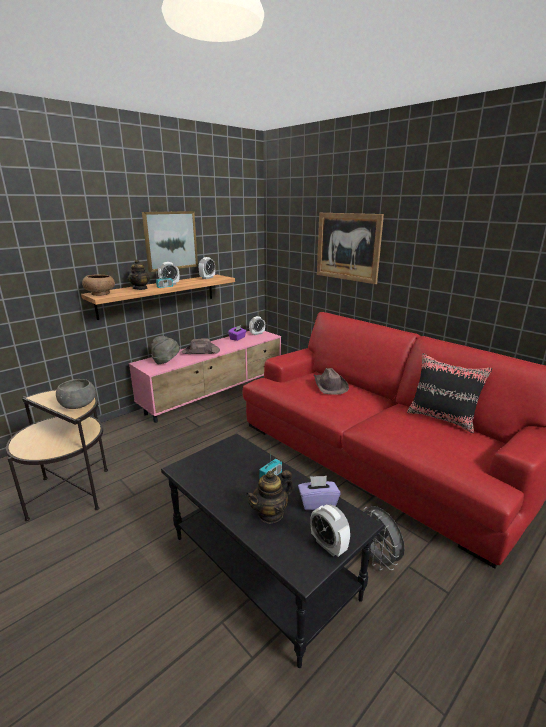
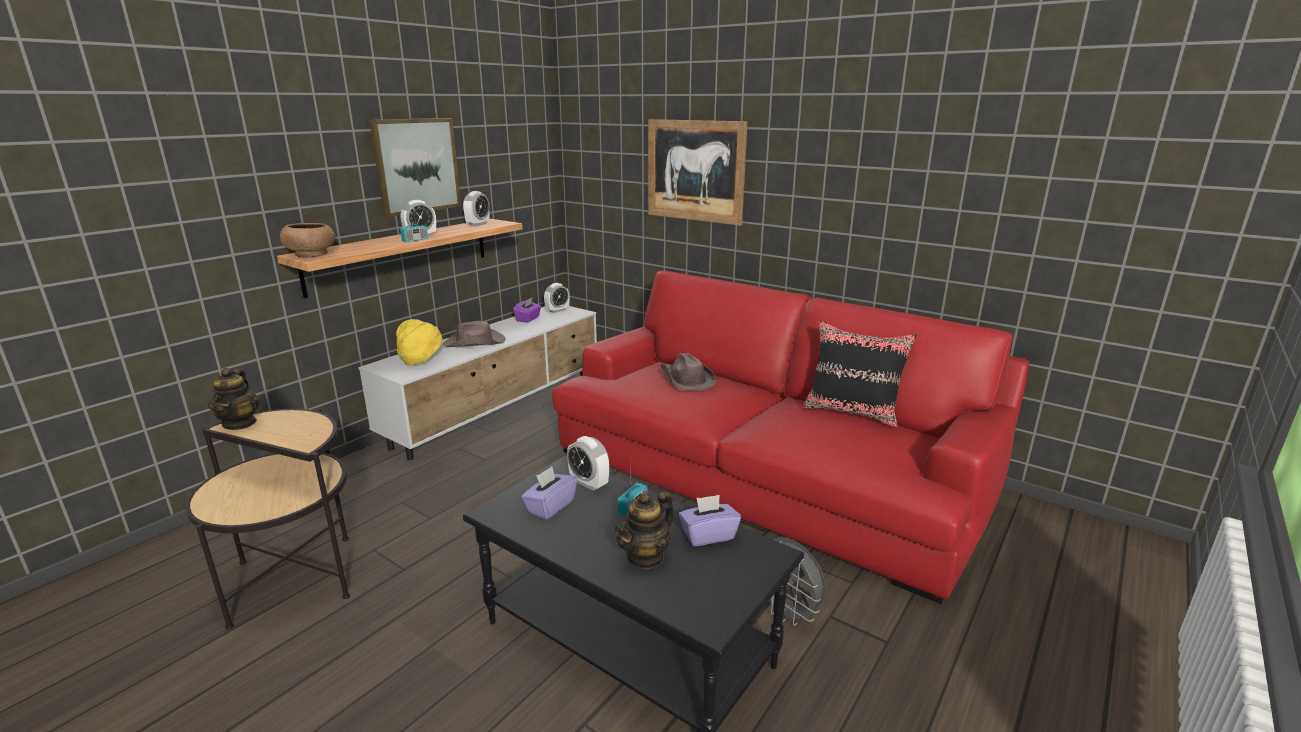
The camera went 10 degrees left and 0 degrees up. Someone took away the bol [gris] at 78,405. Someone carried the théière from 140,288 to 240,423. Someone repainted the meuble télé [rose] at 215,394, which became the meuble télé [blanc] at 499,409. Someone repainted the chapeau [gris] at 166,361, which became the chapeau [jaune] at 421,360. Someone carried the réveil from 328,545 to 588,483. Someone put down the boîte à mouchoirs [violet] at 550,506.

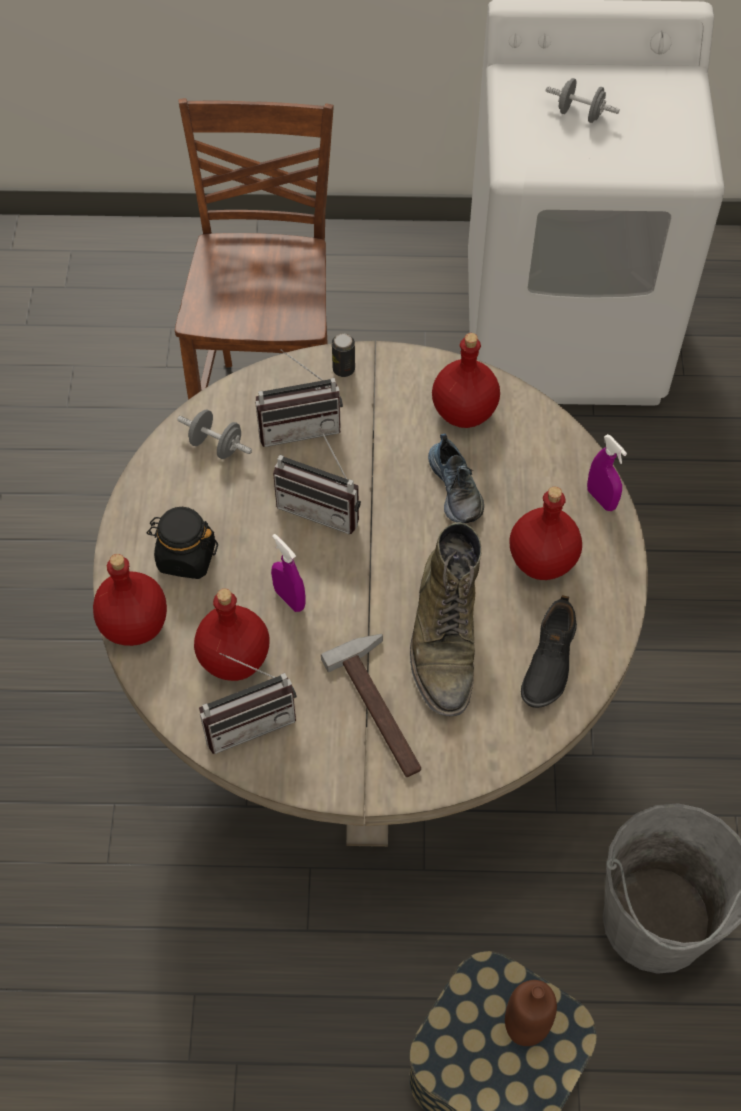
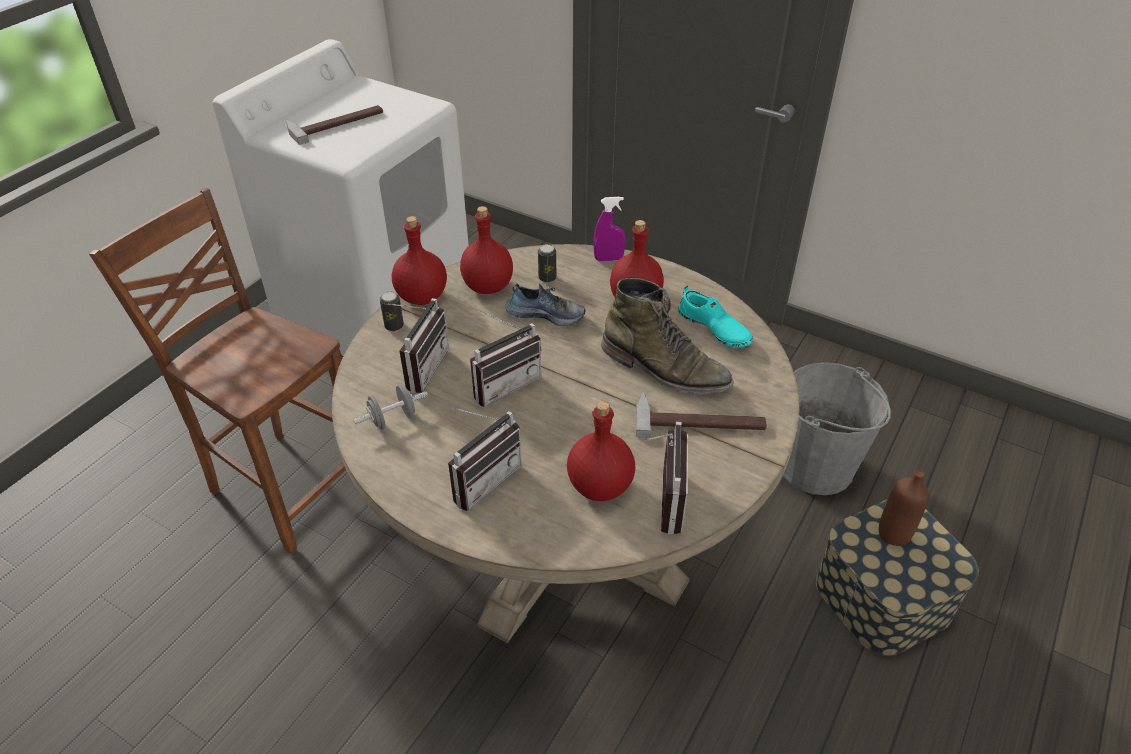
The camera went 60 degrees left and 15 degrees down. Someone carried the bouteille [rouge] from 136,625 to 422,296. Someone swapped the bocal [noir] at 186,557 for the radio at 482,479. Someone took away the vaporisateur [violet] at 289,599. Someone repainted the chaussure [noir] at 548,661, which became the chaussure [turquoise] at 714,329. Someone swapped the haltère [gris] at 580,114 for the marteau at 336,123. Someone put down the boîte métallique at 547,277.

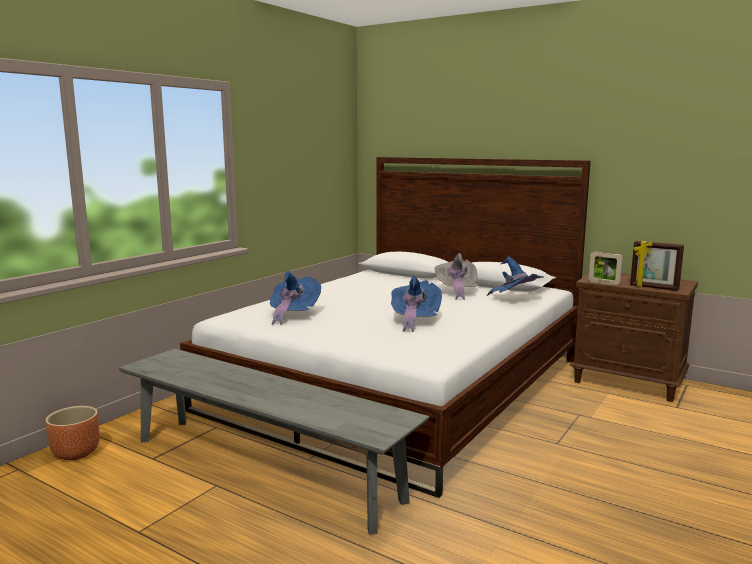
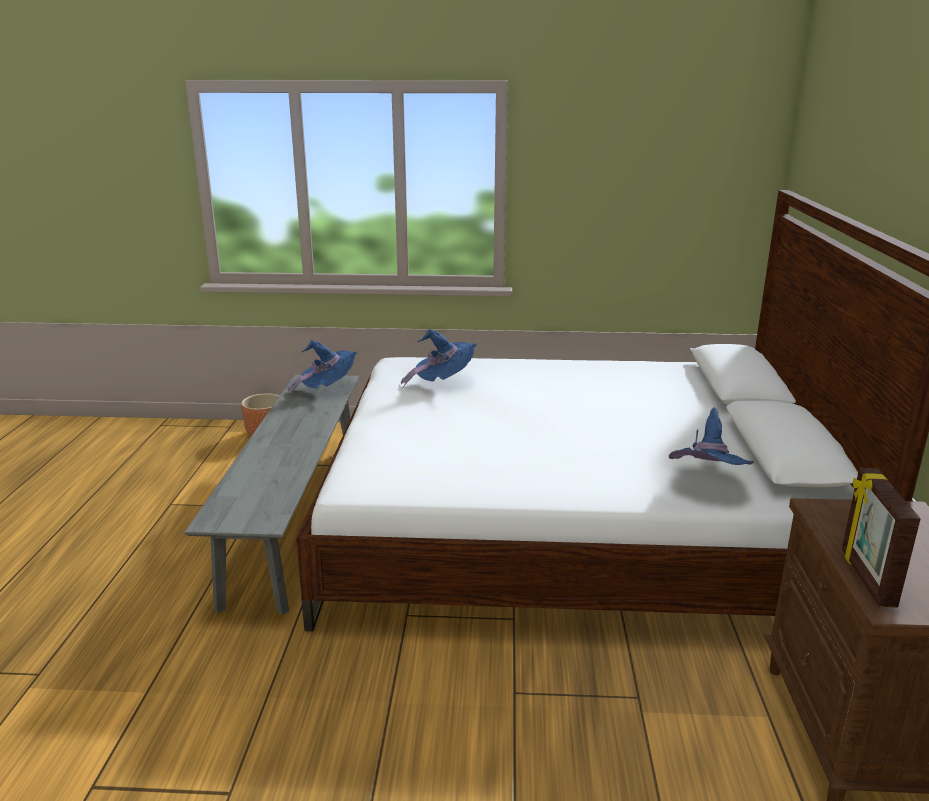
The camera went 60 degrees right and 10 degrees up. Someone carried the chapeau [bleu] from 414,321 to 328,389. Someone took away the chapeau [gris] at 456,292. Someone took away the cadre photo at 604,283.

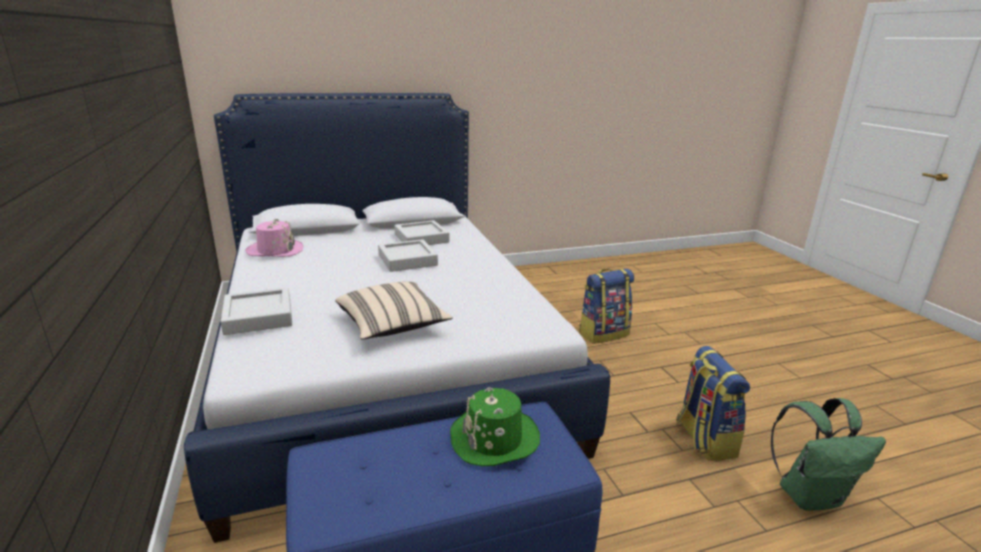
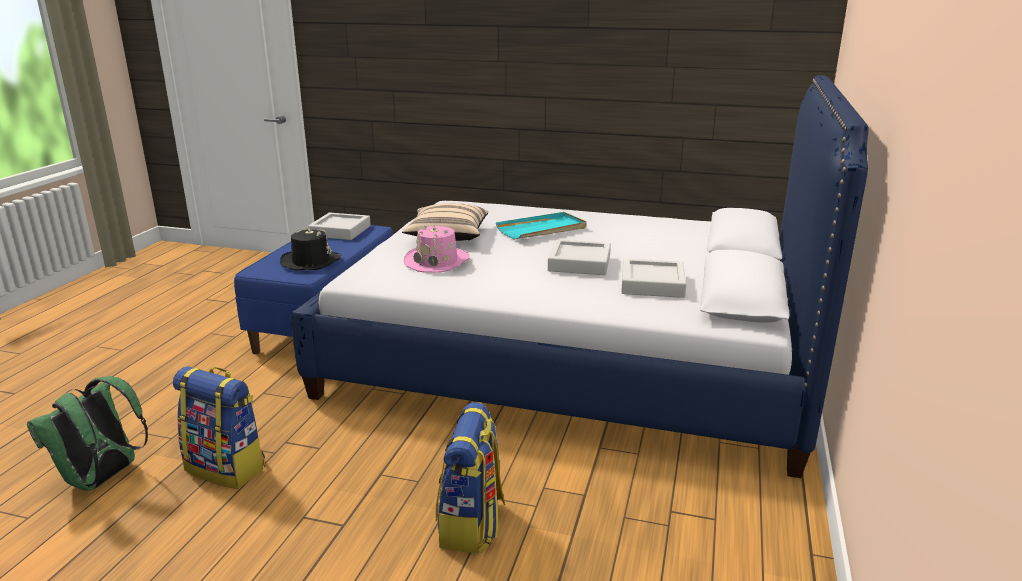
The camera went 125 degrees right and 0 degrees up. Someone carried the plateau [gris] from 258,316 to 340,231. Someone carried the chapeau [rose] from 275,250 to 437,262. Someone repainted the chapeau [vert] at 494,439, which became the chapeau [noir] at 310,262. Someone put down the plateau [turquoise] at 542,229.

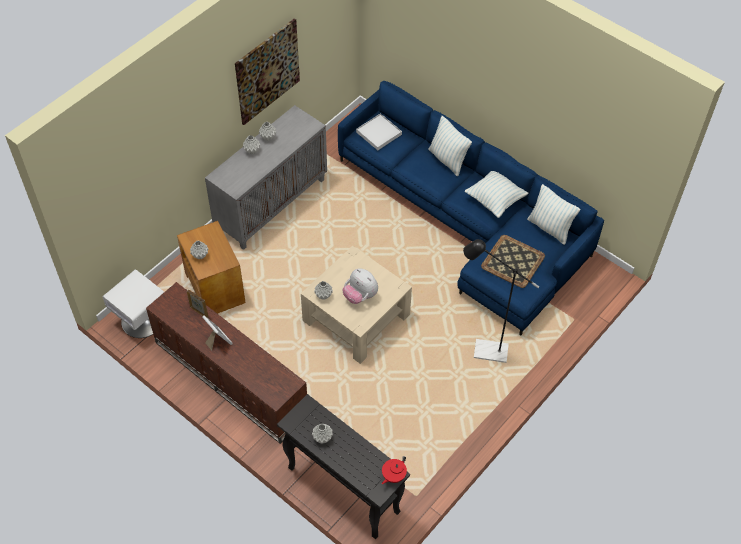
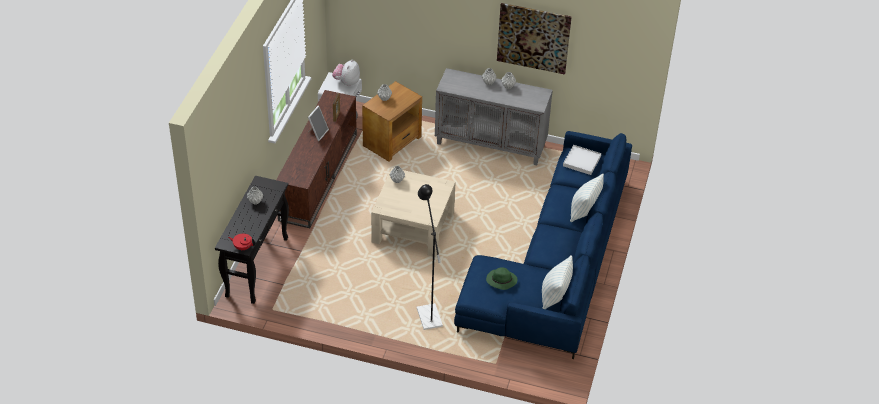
The camera went 65 degrees right and 10 degrees down. Someone carried the peluche from 360,296 to 347,82. Someone took away the coussin at 495,200. Someone swapped the plateau at 513,262 for the chapeau [vert] at 501,281.

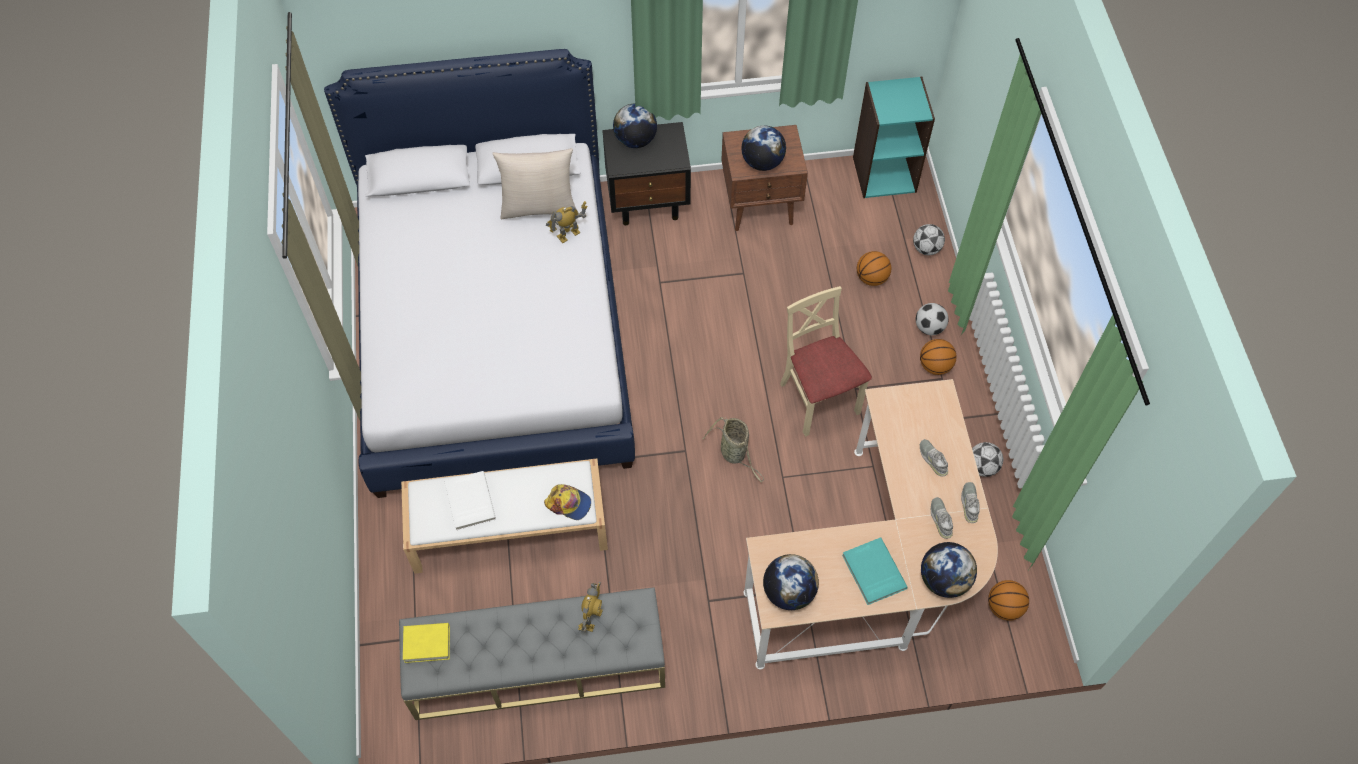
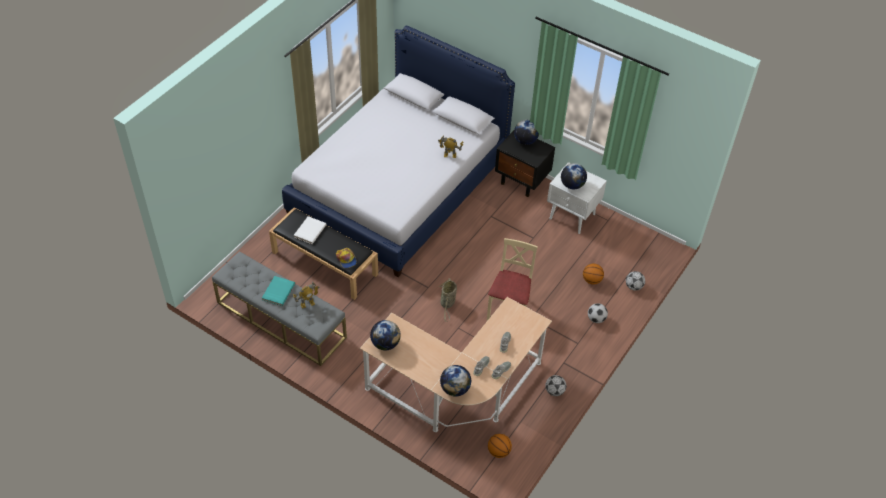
The camera went 40 degrees right and 10 degrees down. Someone repainted the banc [blanc] at 510,527, which became the banc [noir] at 325,263. Someone took away the livre [jaune] at 427,644. Someone took away the coussin [beige] at 539,207. Someone repainted the table de chevet [marron] at 761,206, which became the table de chevet [blanc] at 572,217. Someone carried the livre [turquoise] from 872,572 to 278,291. Someone took away the bibliothèque [turquoise] at 884,174. Someone took away the ballon de basket at 935,366.

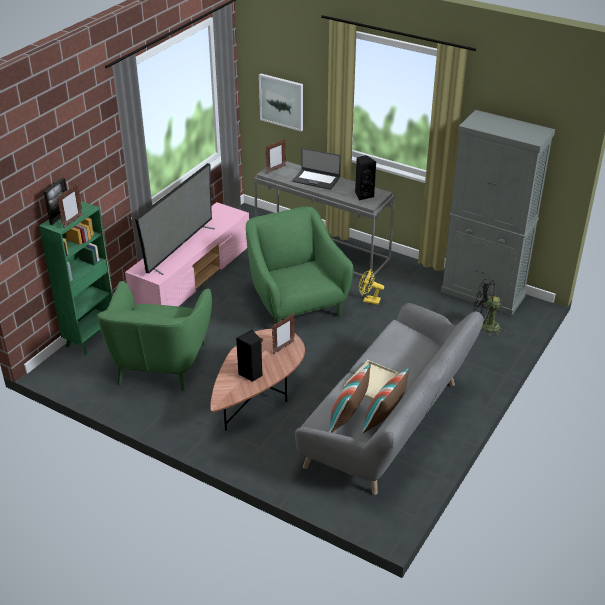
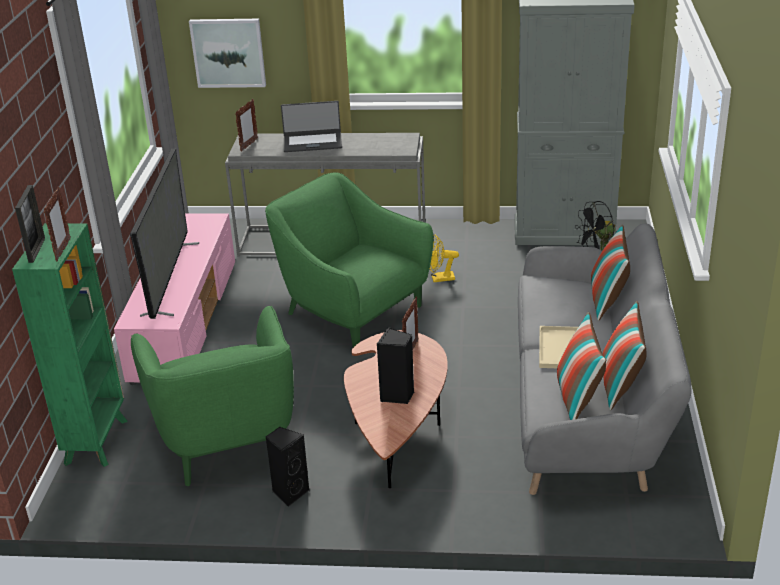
The camera went 25 degrees left and 5 degrees down. Someone carried the enceinte [noir] from 363,195 to 289,492. Someone put down the coussin at 608,301.

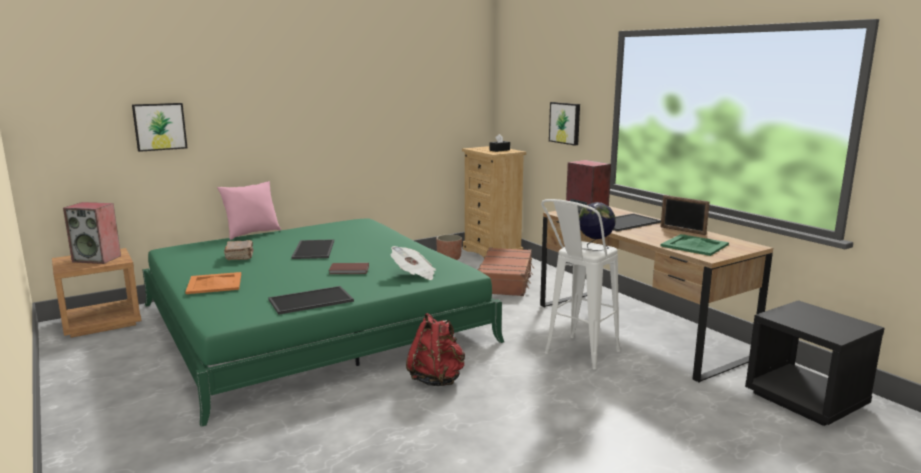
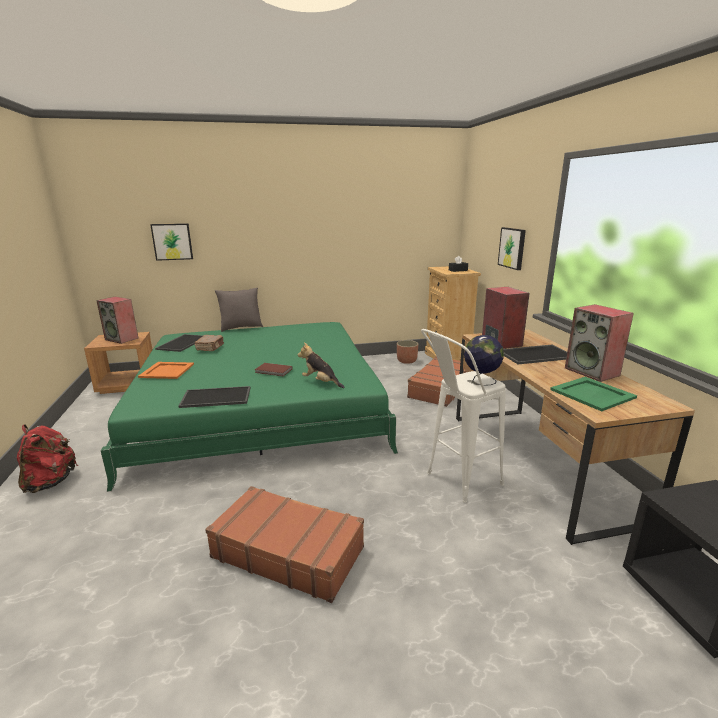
The camera went 20 degrees right and 5 degrees up. Someone repainted the coussin [rose] at 252,233, which became the coussin [gris] at 241,328. Someone carried the plateau from 312,249 to 182,343. Someone swapped the journal at 414,275 for the peluche at 321,382. Someone carried the sac à dos [rouge] from 437,379 to 50,482. Someone swapped the cadre photo at 682,231 for the enceinte at 592,372. Someone put down the valise [marron] at 288,551.

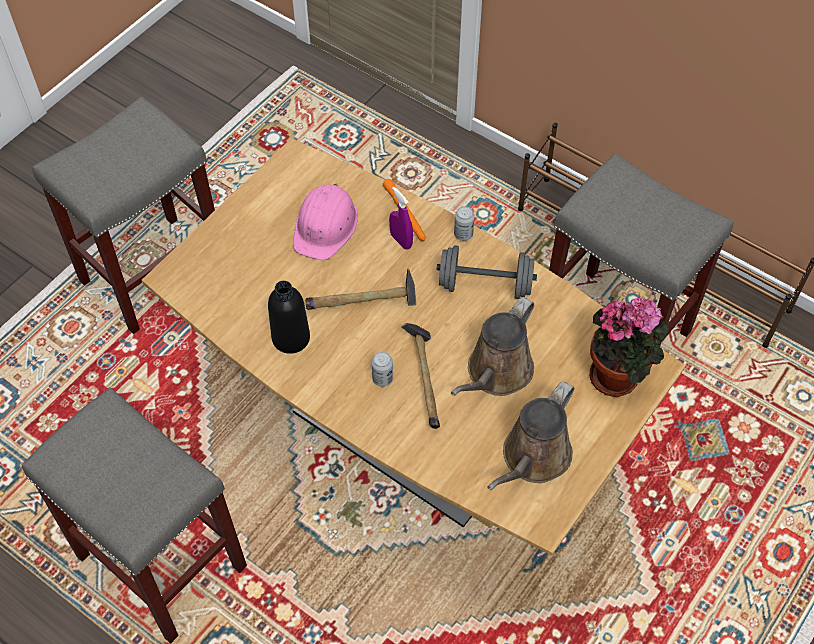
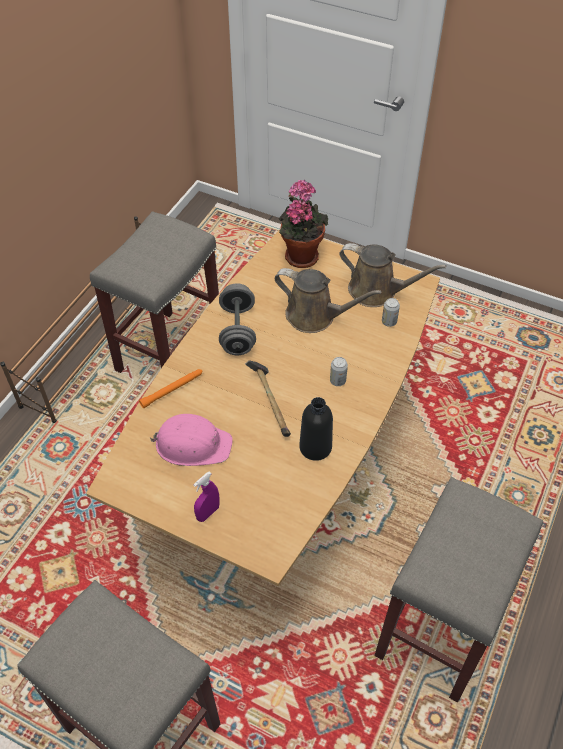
The camera went 100 degrees left and 5 degrees down. Someone carried the vaporisateur [violet] from 401,241 to 208,513. Someone took away the marteau at 425,380. Someone carried the boîte métallique from 463,234 to 389,322.

